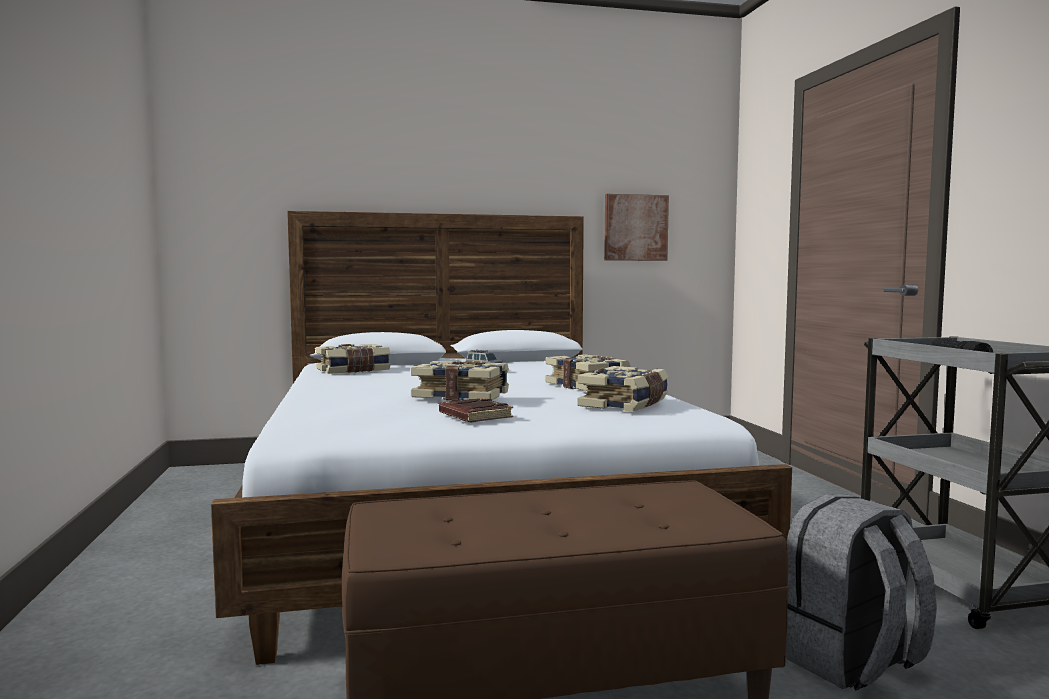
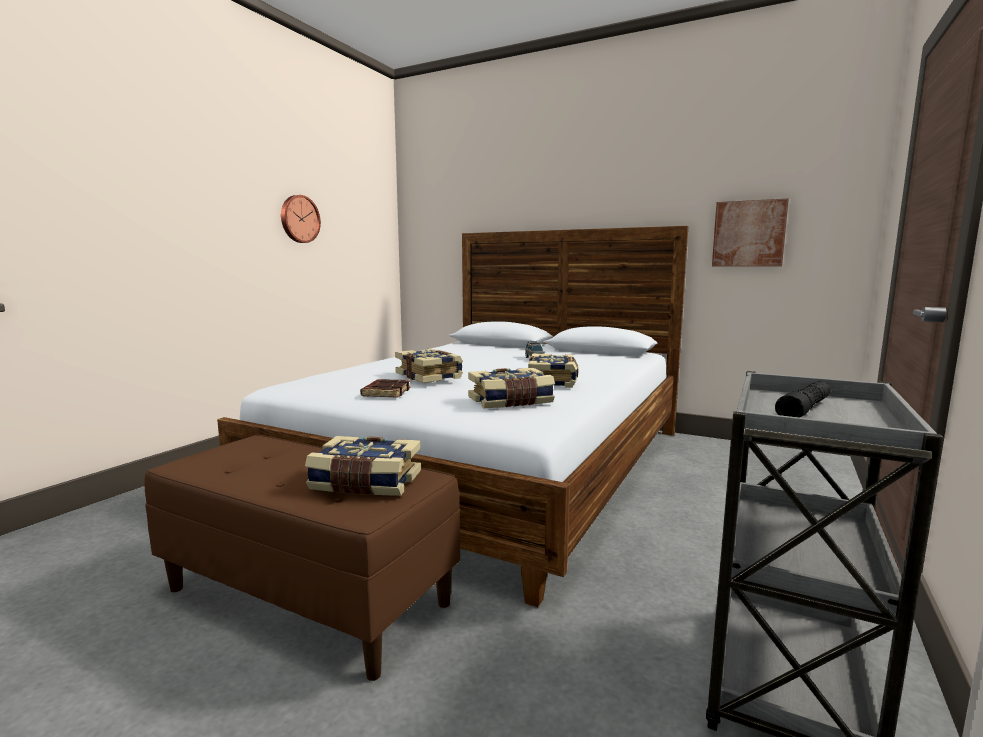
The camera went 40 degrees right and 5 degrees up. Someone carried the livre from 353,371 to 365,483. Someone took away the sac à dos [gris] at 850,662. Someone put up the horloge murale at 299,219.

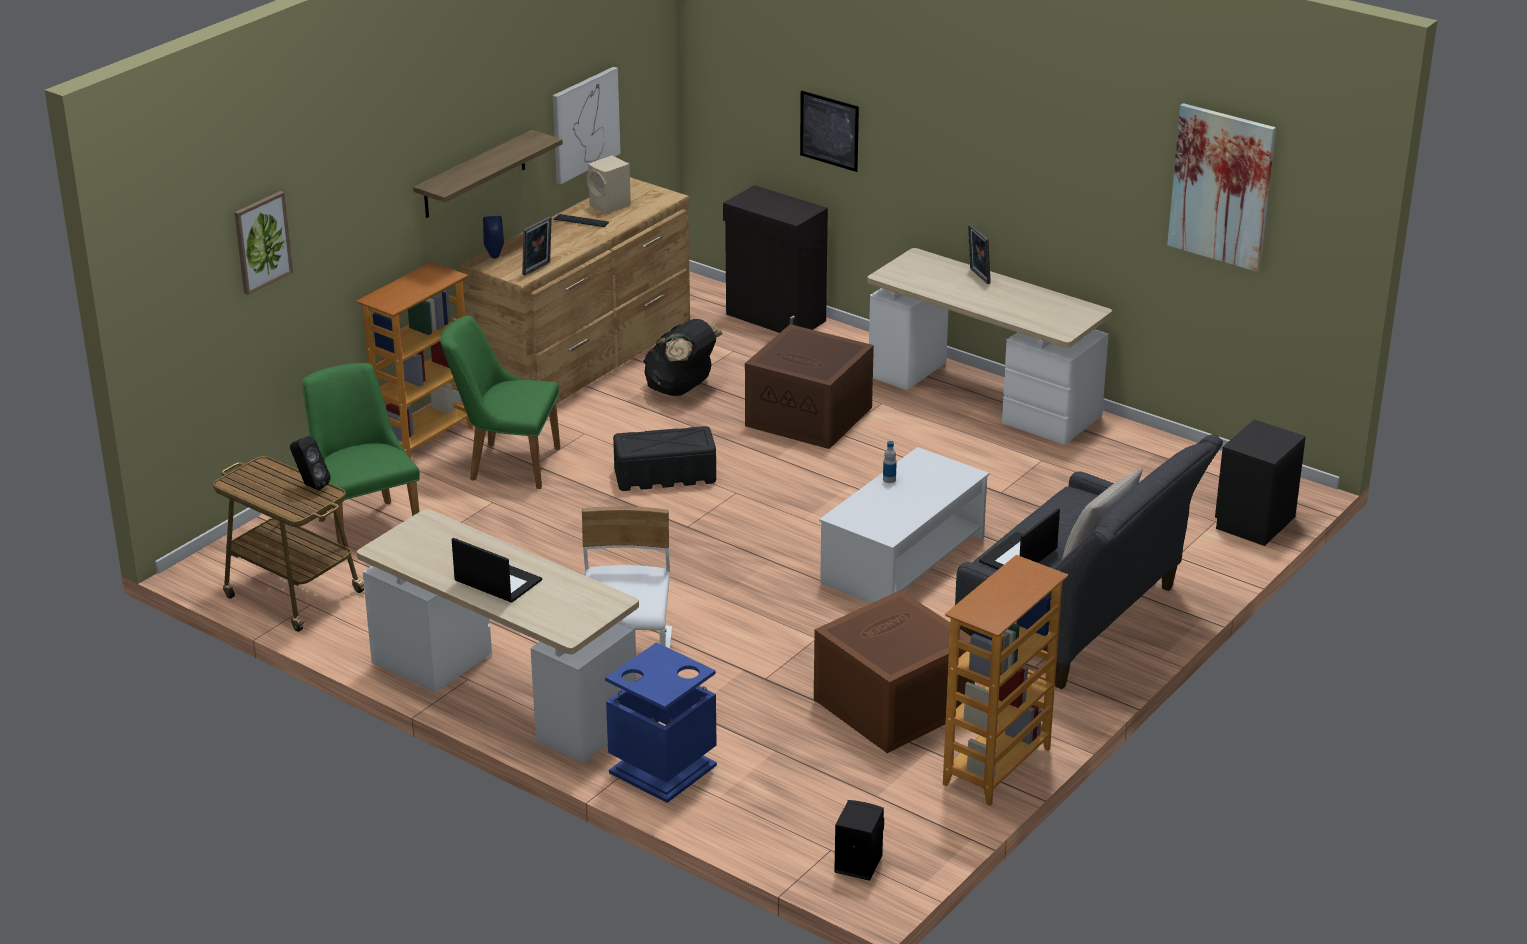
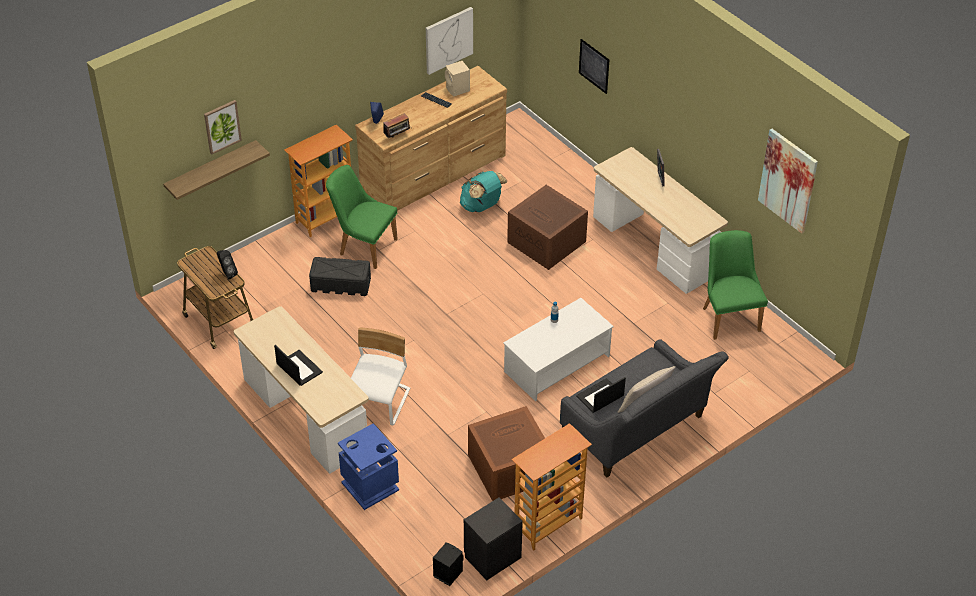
The camera went 15 degrees right and 15 degrees up. Someone carried the chaise [vert] from 364,522 to 728,315. Someone carried the étagère from 474,175 to 211,170. Someone swapped the cadre photo at 538,269 for the radio at 397,136. Someone carried the boîte de rangement [noir] from 664,476 to 340,284. Someone repainted the sac à dos [noir] at 681,389, which became the sac à dos [turquoise] at 481,206. Someone took away the meuble de rangement [noir] at 775,318. Someone carried the table de chevet [noir] from 1255,522 to 492,557.

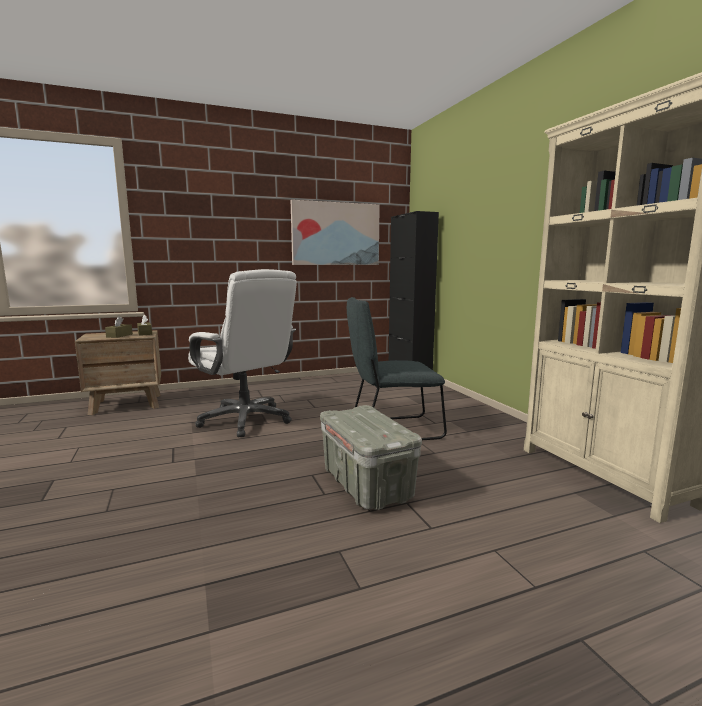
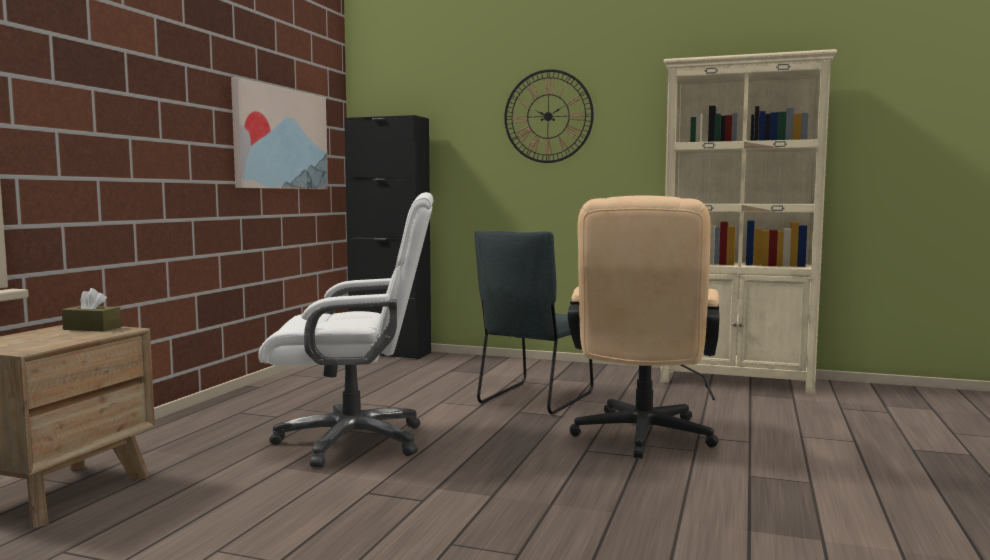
The camera went 50 degrees left and 5 degrees down. Someone took away the boîte à mouchoirs [marron] at 119,335. Someone swapped the boîte de rangement [gris] at 365,484 for the chaise de bureau [beige] at 641,439. Someone put up the horloge murale at 548,116.

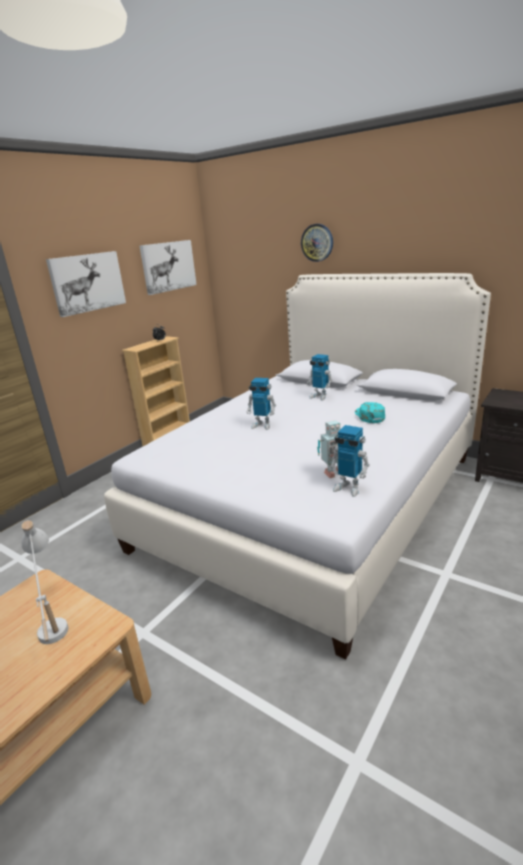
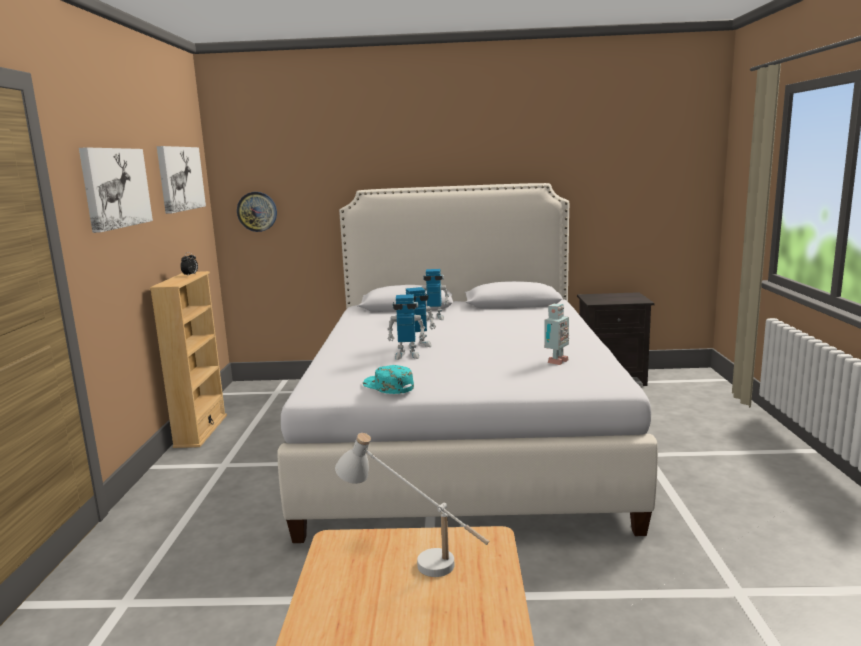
The camera went 35 degrees left and 10 degrees down. Someone carried the horloge murale from 317,242 to 257,211. Someone carried the robot jouet from 348,488 to 407,355. Someone carried the casquette [turquoise] from 369,416 to 388,386.

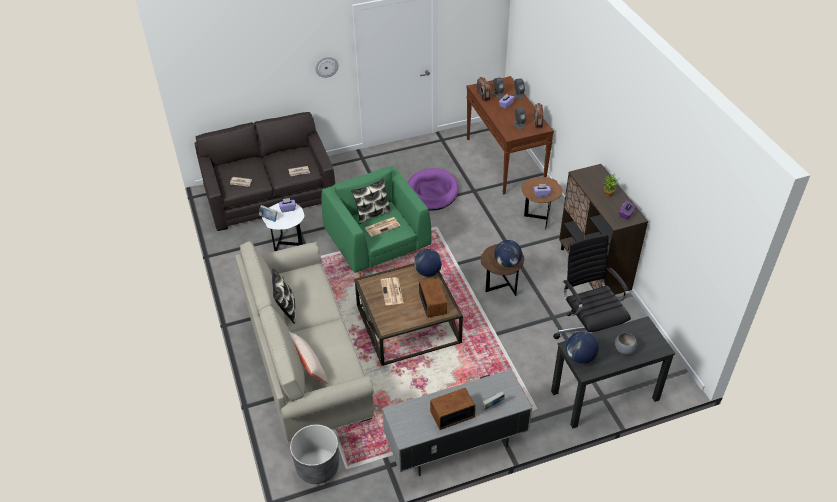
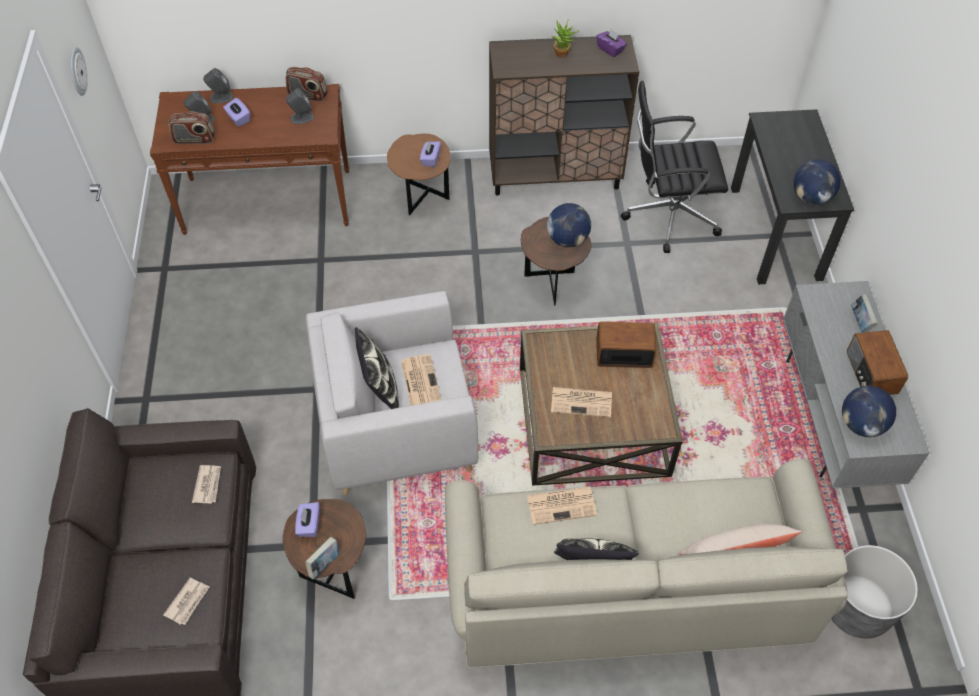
The camera went 75 degrees left and 10 degrees up. Someone repainted the table d'appoint [blanc] at 288,244, which became the table d'appoint [marron] at 334,571. Someone carried the horloge murale from 326,66 to 77,71. Someone repainted the fauteuil [vert] at 377,245, which became the fauteuil [gris] at 396,425. Someone took away the panier pour chien [violet] at 432,192. Someone carried the globe from 428,272 to 861,424. Someone took away the bol [gris] at 624,349. Someone put down the journal at 562,505.

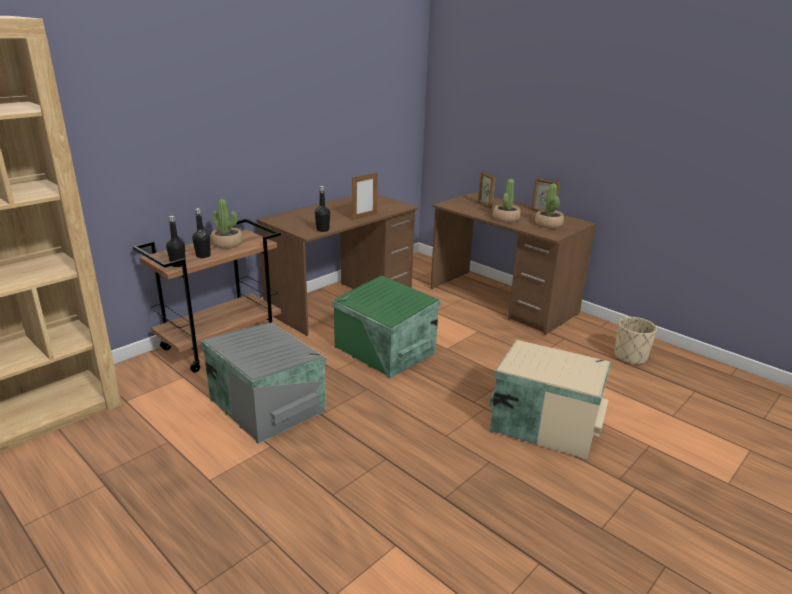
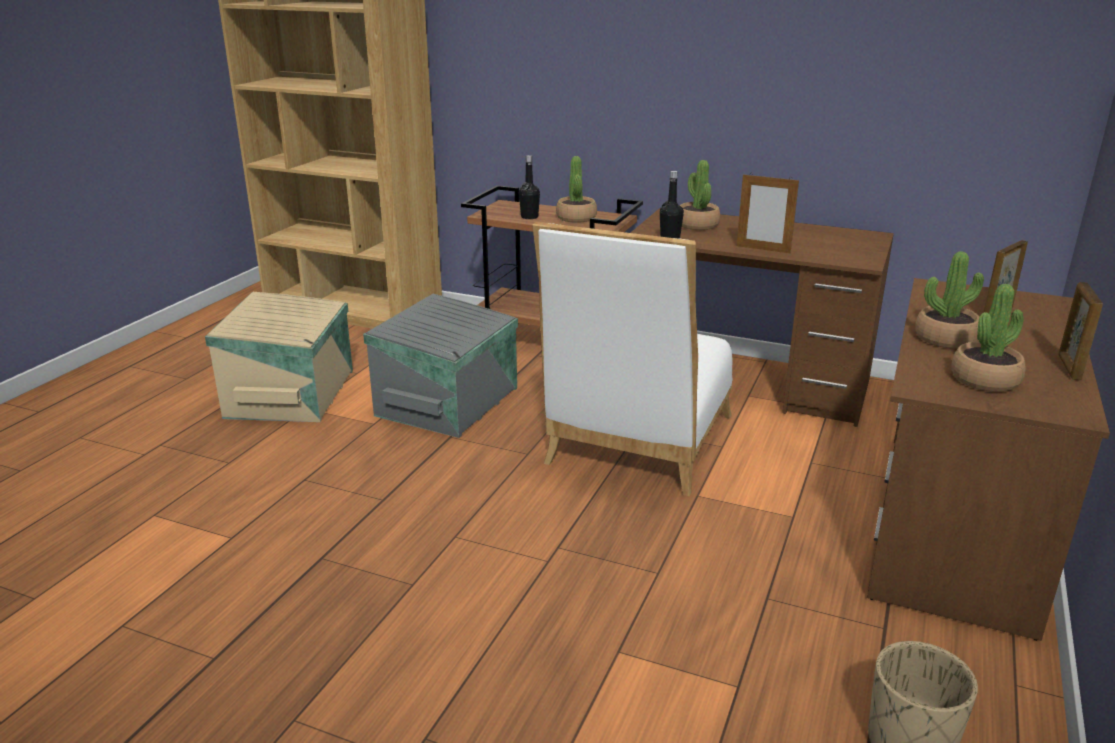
The camera went 70 degrees right and 0 degrees up. Someone took away the bouteille [noir] at 178,264. Someone swapped the boîte de rangement [vert] at 384,351 for the chaise [blanc] at 636,445. Someone carried the boîte de rangement [beige] from 544,421 to 293,393. Someone put down the plante en pot at 697,225.

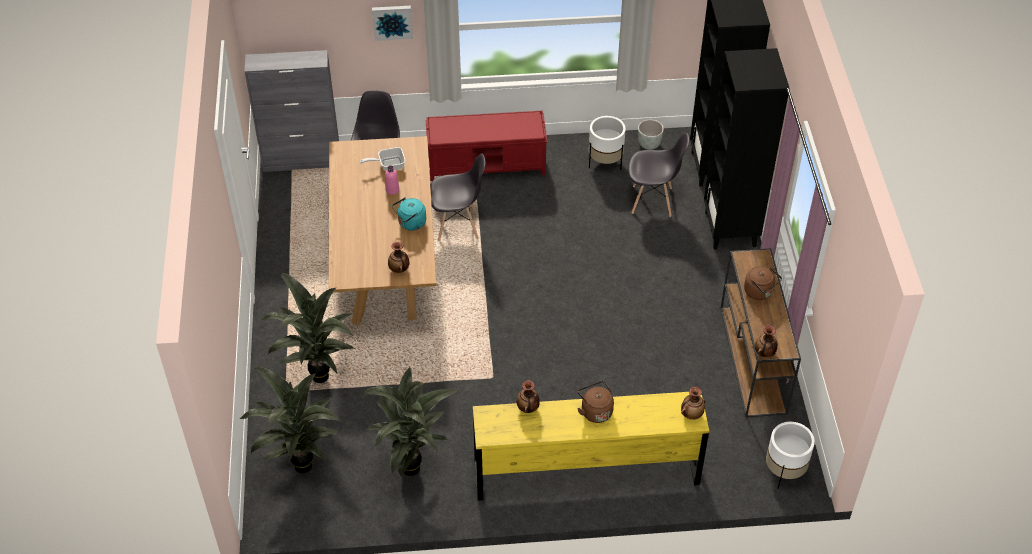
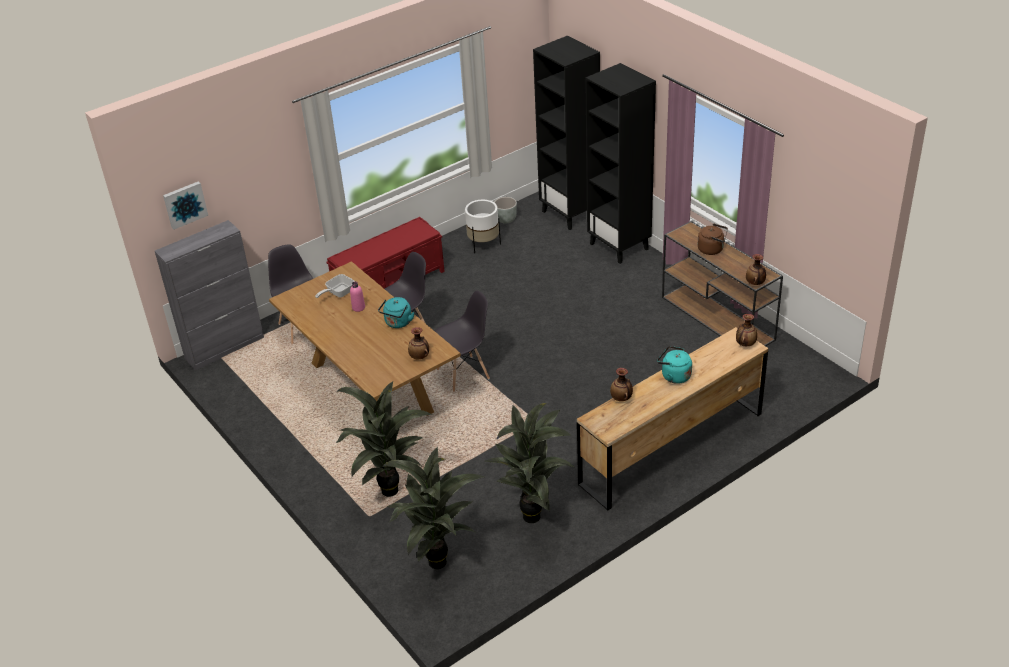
The camera went 30 degrees left and 10 degrees down. Someone carried the tableau from 392,21 to 184,204. Someone repainted the commode [jaune] at 586,472, which became the commode [marron] at 671,448. Someone repainted the bouilloire [marron] at 595,411, which became the bouilloire [turquoise] at 674,376. Someone carried the chaise [gris] from 652,201 to 463,374. Someone took away the cache-pot [blanc] at 784,471.

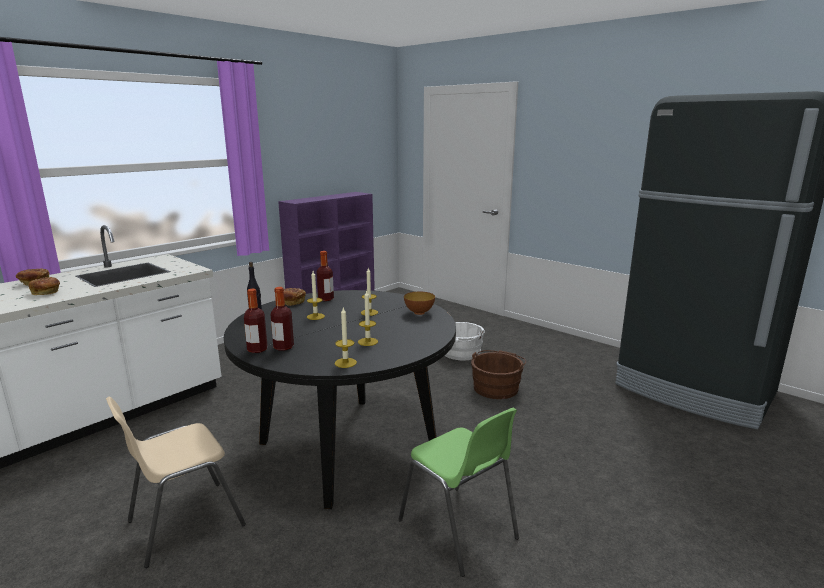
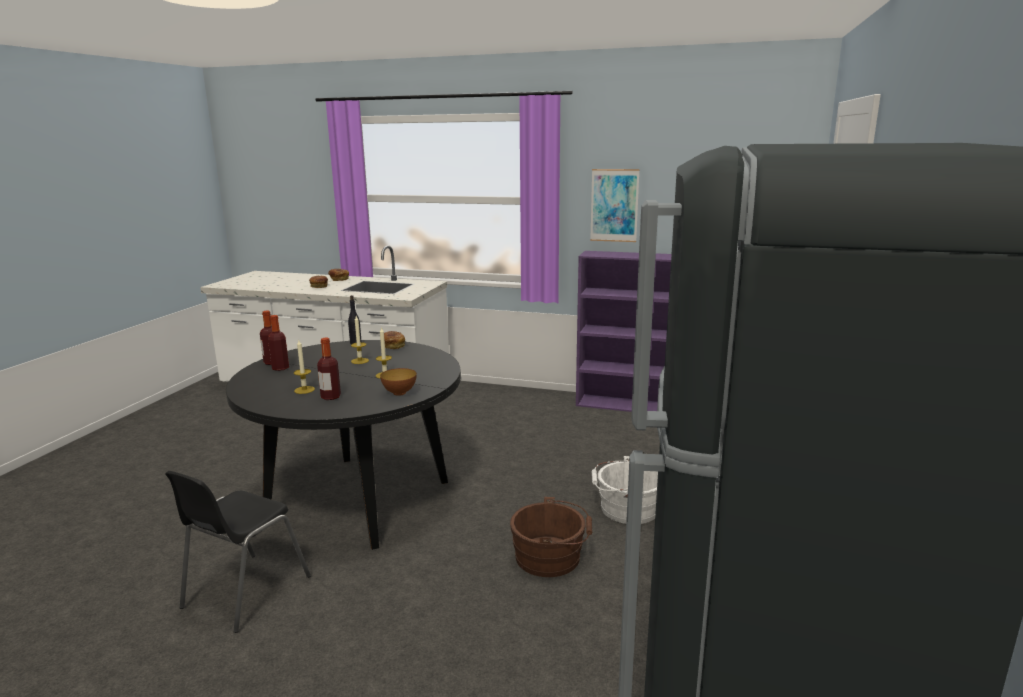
The camera went 65 degrees right and 0 degrees up. Someone took away the chaise [beige] at 184,523. Someone carried the bouteille from 326,299 to 331,397. Someone took away the bougie at 345,363. Someone repainted the chaise [vert] at 458,530, which became the chaise [noir] at 244,592. Someone put up the tableau at 614,205.

